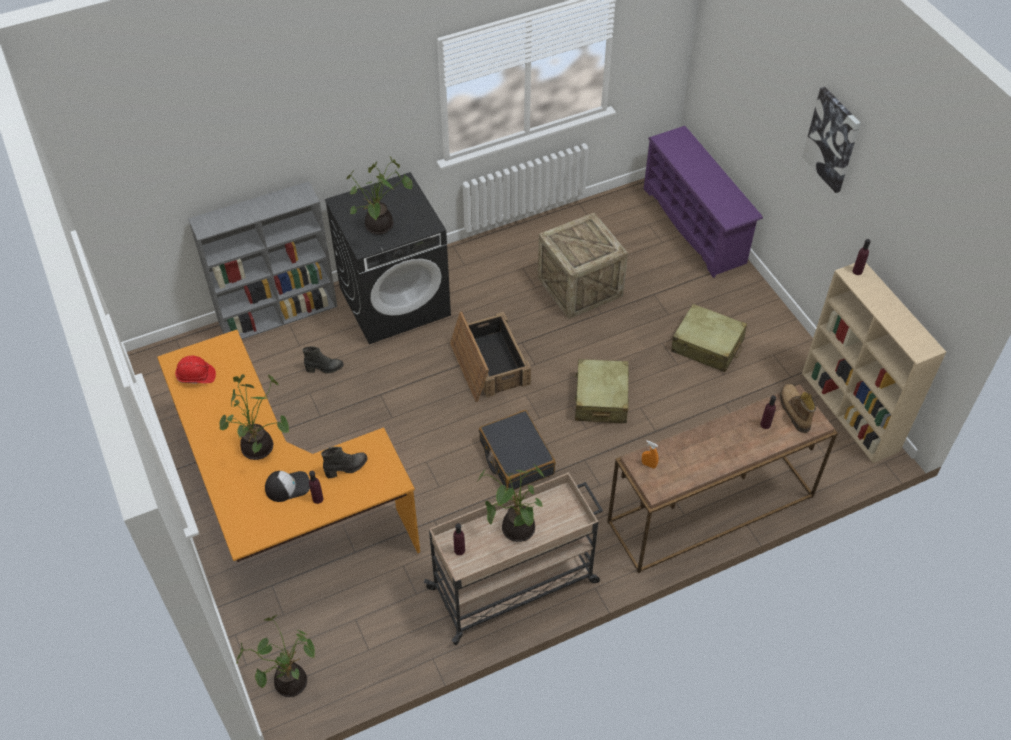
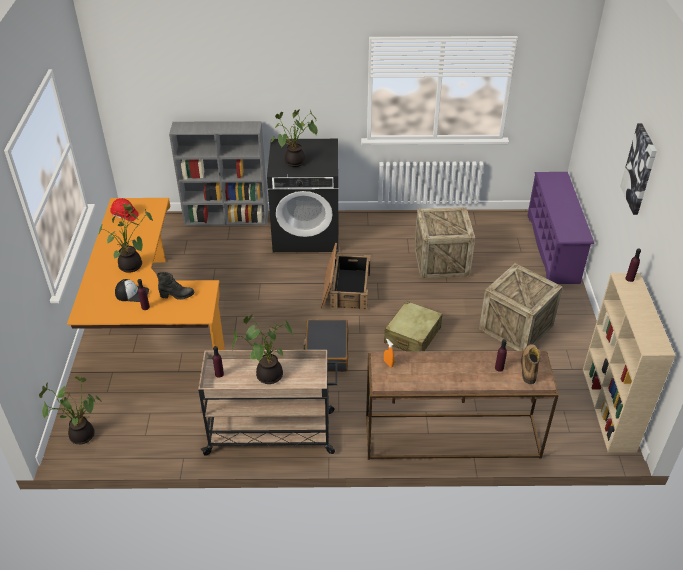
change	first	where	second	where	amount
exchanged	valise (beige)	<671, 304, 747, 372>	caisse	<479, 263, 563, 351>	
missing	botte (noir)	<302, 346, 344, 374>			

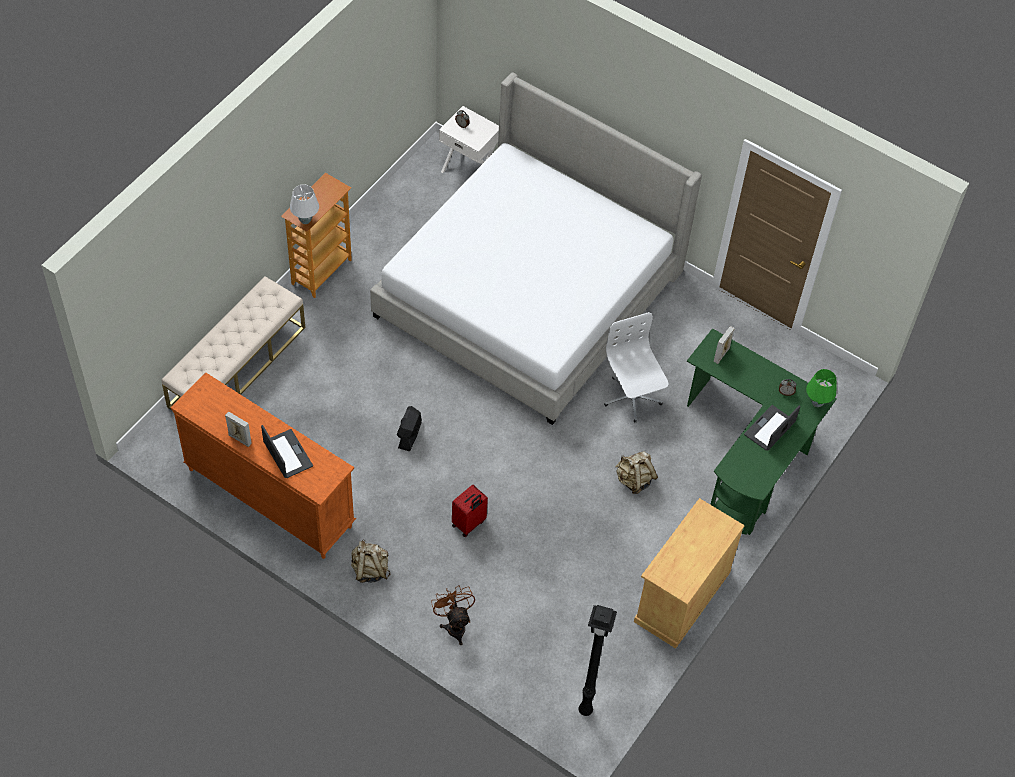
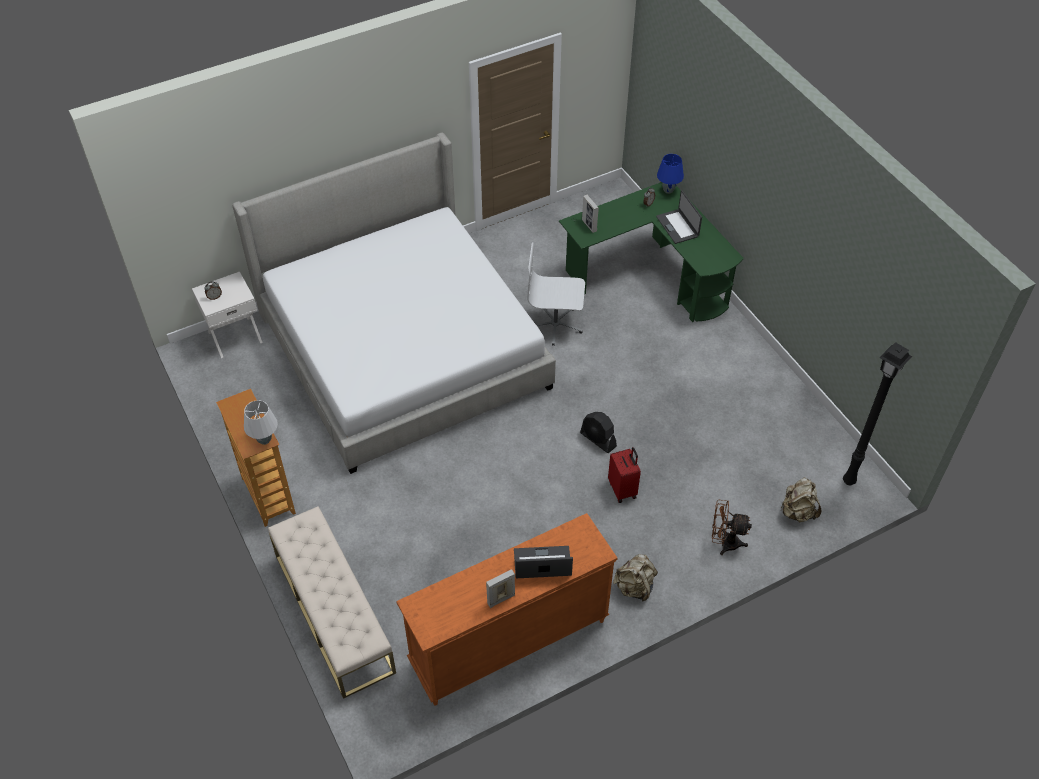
change	first	where	second	where	amount
relocated	ventilateur (noir)	<397, 406, 422, 451>		<580, 412, 617, 453>	
colour	lampe de table (vert)	<806, 369, 836, 407>	lampe de table (bleu)	<657, 154, 684, 194>	
relocated	sac à dos (beige)	<615, 451, 658, 494>		<780, 477, 821, 522>	
missing	meuble de rangement (beige)	<634, 498, 745, 649>			

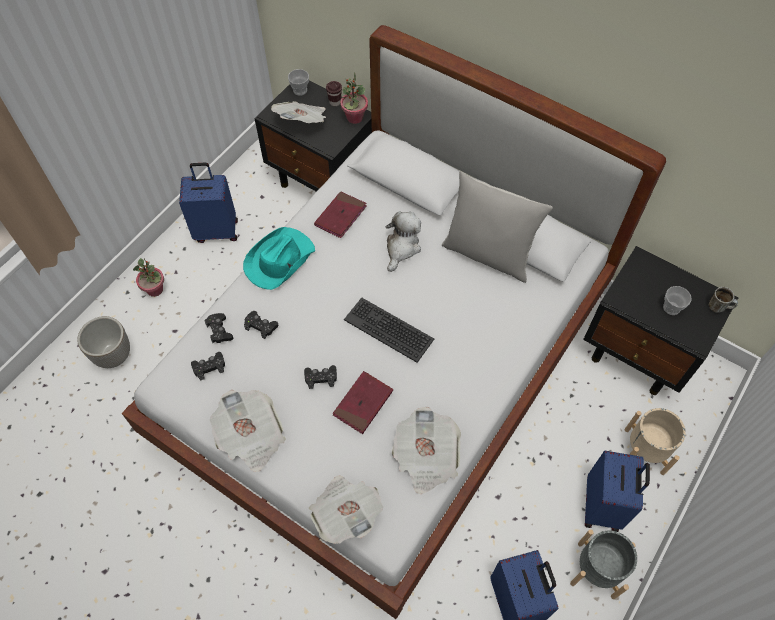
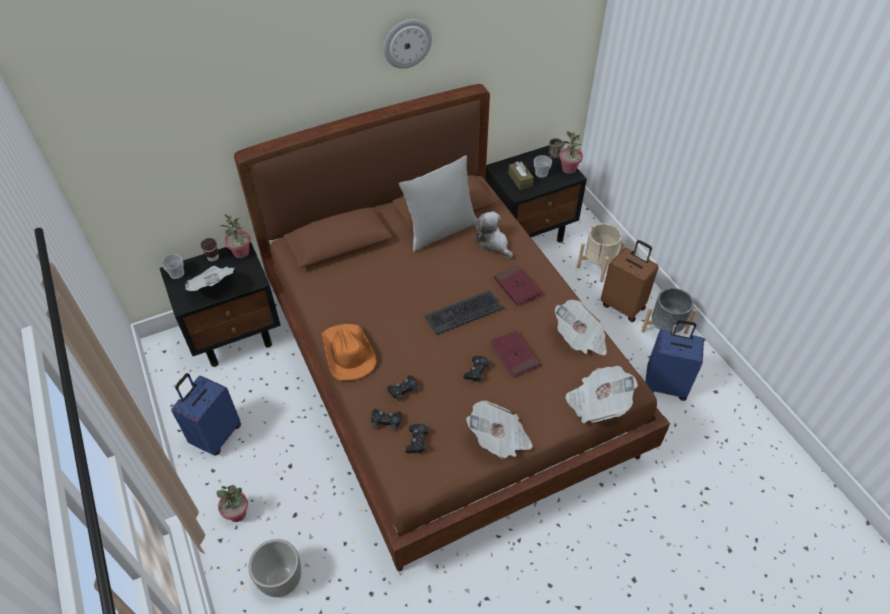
change	first	where	second	where	amount
colour	lit (blanc)	<122, 25, 666, 619>	lit (marron)	<234, 84, 670, 572>	
colour	chapeau (turquoise)	<243, 227, 315, 290>	chapeau (orange)	<321, 324, 377, 381>	
appeared			horloge murale	<384, 19, 432, 69>	
relocated	peluche	<385, 211, 421, 272>		<475, 211, 513, 258>	
relocated	livre (rouge)	<314, 191, 367, 238>		<494, 265, 541, 306>	
appeared			boîte à mouchoirs (marron)	<508, 161, 534, 190>	
appeared			plante en pot	<559, 131, 583, 174>	
colour	valise (bleu)	<585, 451, 650, 532>	valise (marron)	<601, 240, 659, 322>	

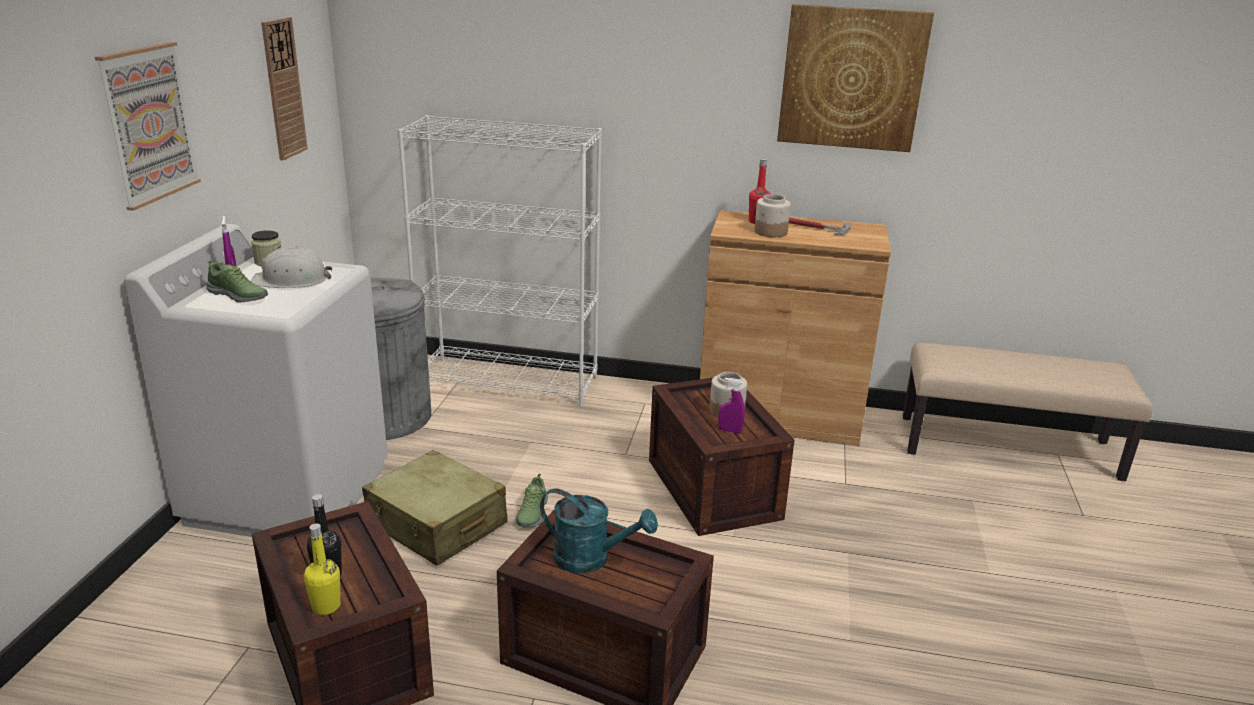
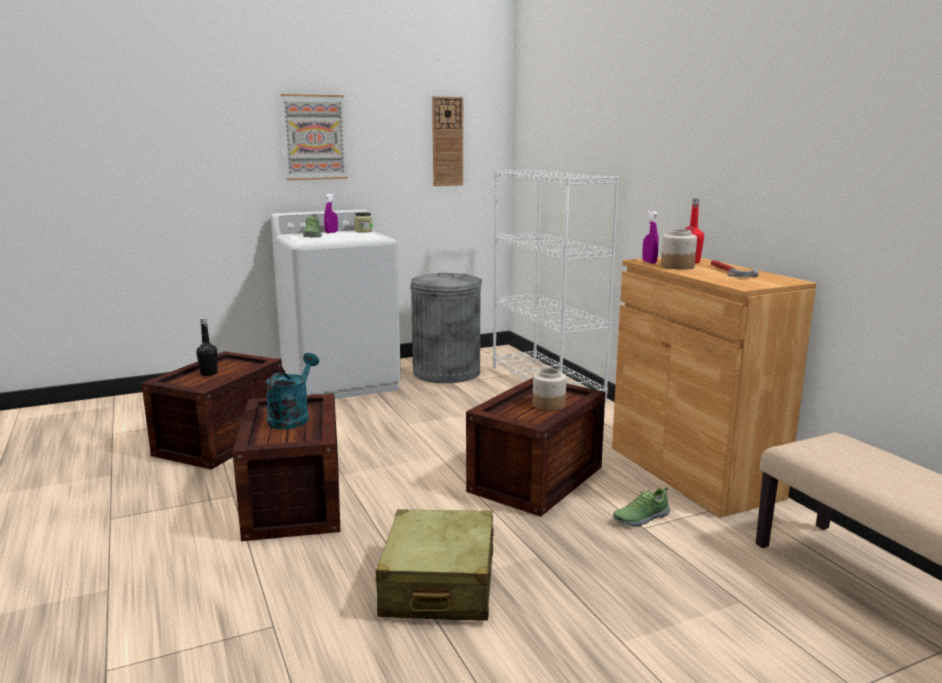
change	first	where	second	where	amount
spun	arrosoir (turquoise)	<540, 488, 658, 573>		<266, 353, 319, 429>	150 degrees counterclockwise
relocated	valise (beige)	<362, 450, 508, 566>		<376, 509, 494, 621>	
relocated	chaussure	<516, 474, 548, 528>		<613, 488, 670, 527>	
relocated	vaporisateur (violet)	<718, 378, 745, 433>		<642, 210, 659, 264>	
missing	casque de chantier (blanc)	<251, 246, 332, 288>			
missing	bouteille (jaune)	<304, 523, 341, 615>			
missing	tableau	<777, 4, 934, 152>			

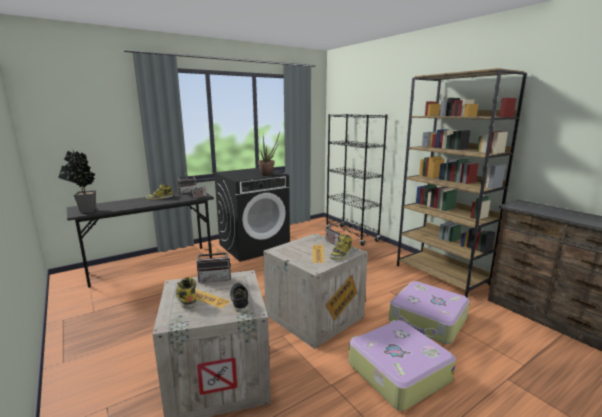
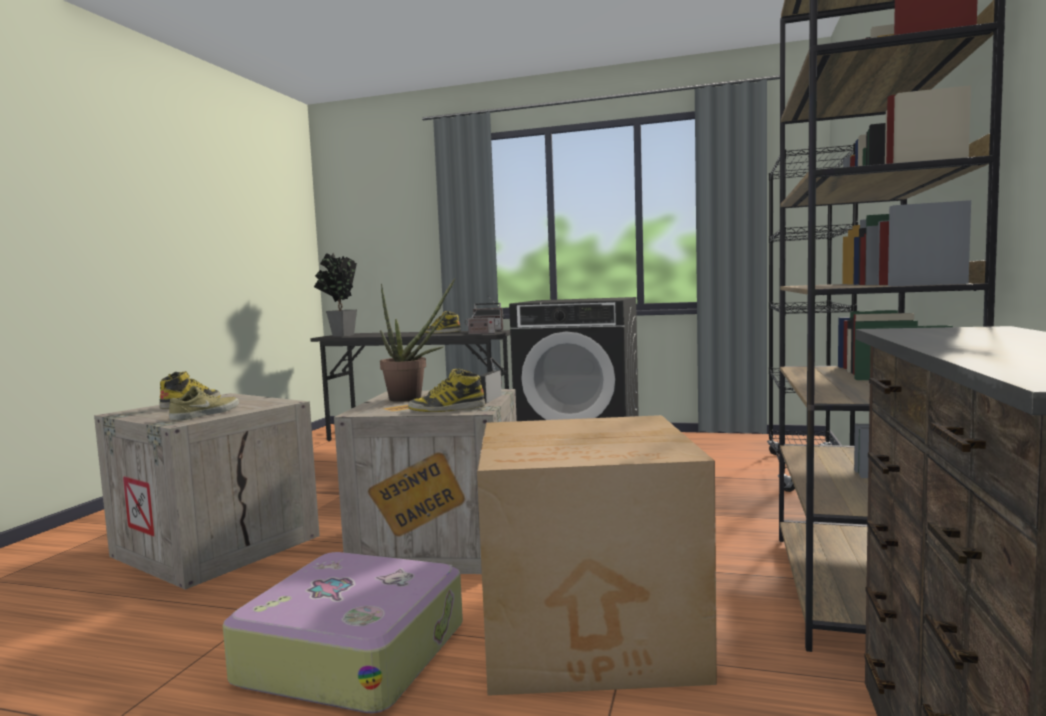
change	first	where	second	where	amount
colour	chaussure (noir)	<229, 283, 248, 312>	chaussure (beige)	<169, 386, 239, 420>	
relocated	plante en pot	<258, 131, 280, 176>		<380, 278, 455, 402>	
exchanged	valise	<389, 281, 470, 344>	carton	<477, 415, 717, 696>	
missing	radio	<196, 244, 231, 283>			

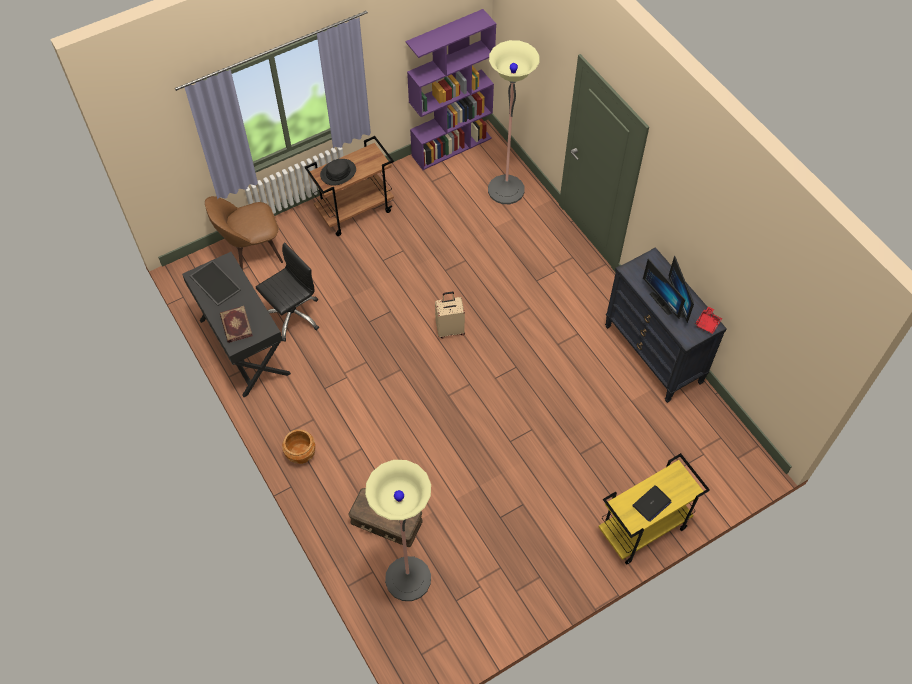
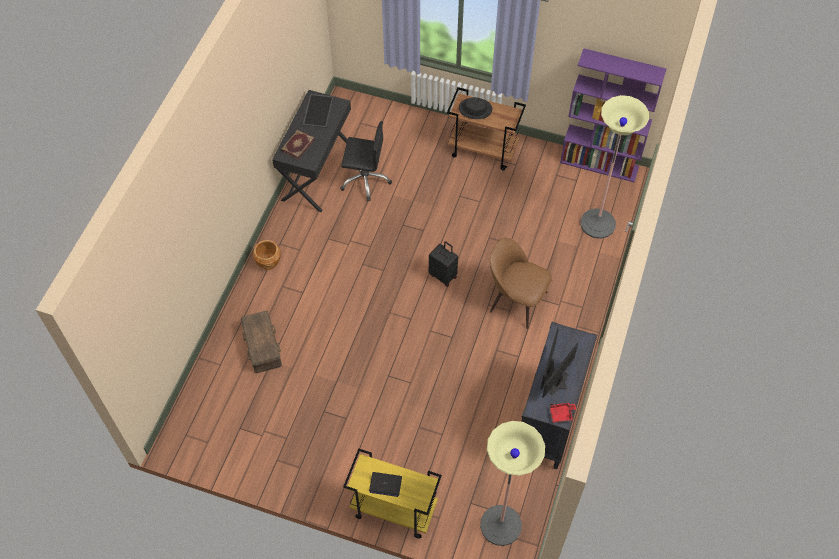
change	first	where	second	where	amount
colour	valise (beige)	<435, 292, 465, 338>	valise (noir)	<429, 241, 458, 287>	
relocated	lampadaire	<365, 460, 431, 601>		<480, 421, 545, 546>	
relocated	chaise (marron)	<205, 196, 283, 270>		<490, 238, 552, 329>	

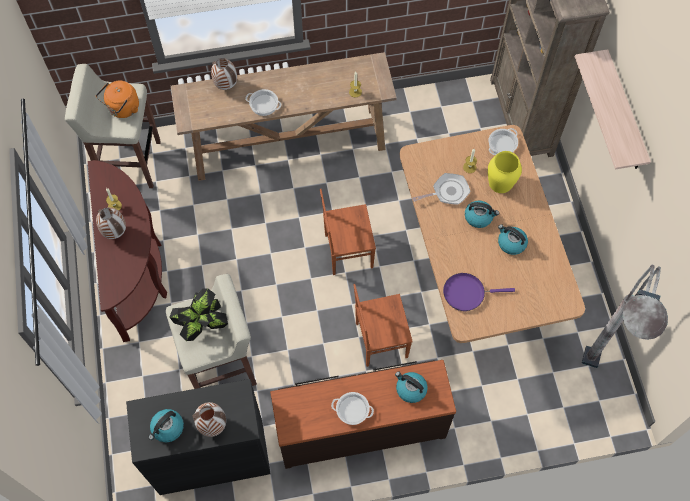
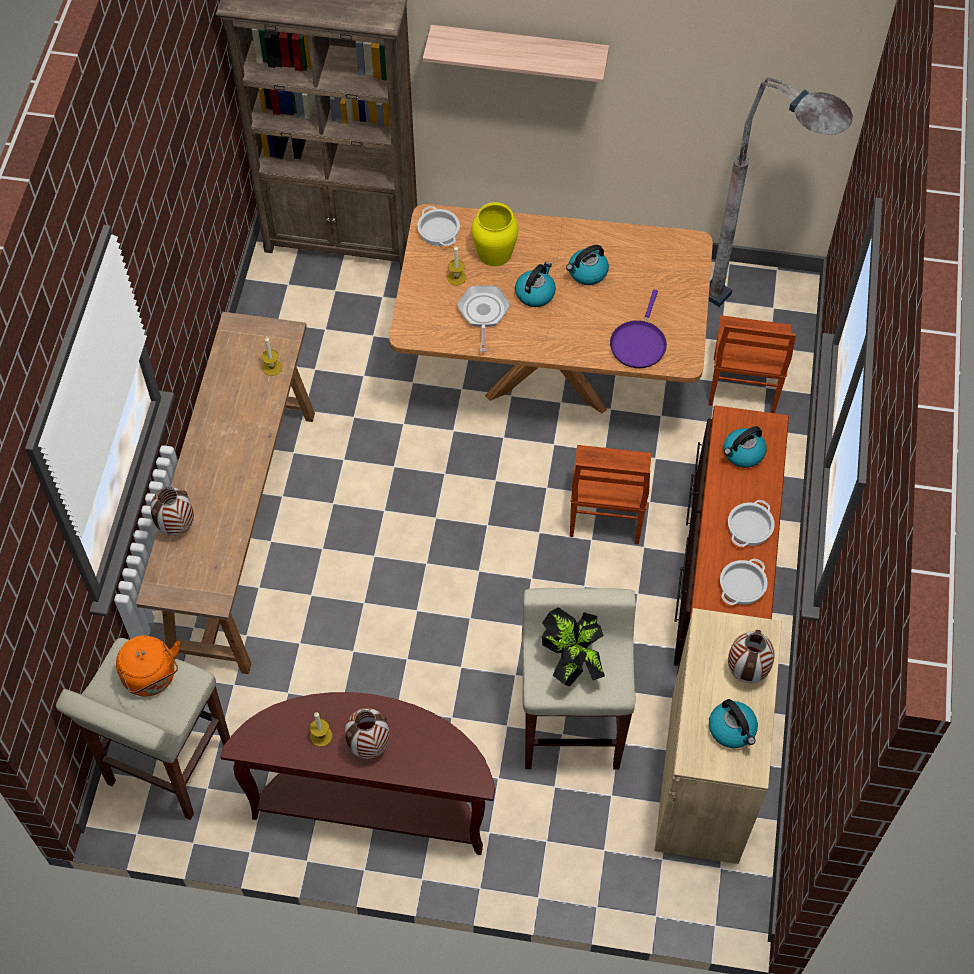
change	first	where	second	where	amount
colour	meuble de rangement (noir)	<126, 379, 271, 495>	meuble de rangement (beige)	<655, 608, 782, 864>	
relocated	chaise (marron)	<320, 189, 376, 275>		<709, 315, 796, 413>	
relocated	marmite	<245, 89, 281, 116>		<720, 558, 768, 605>	

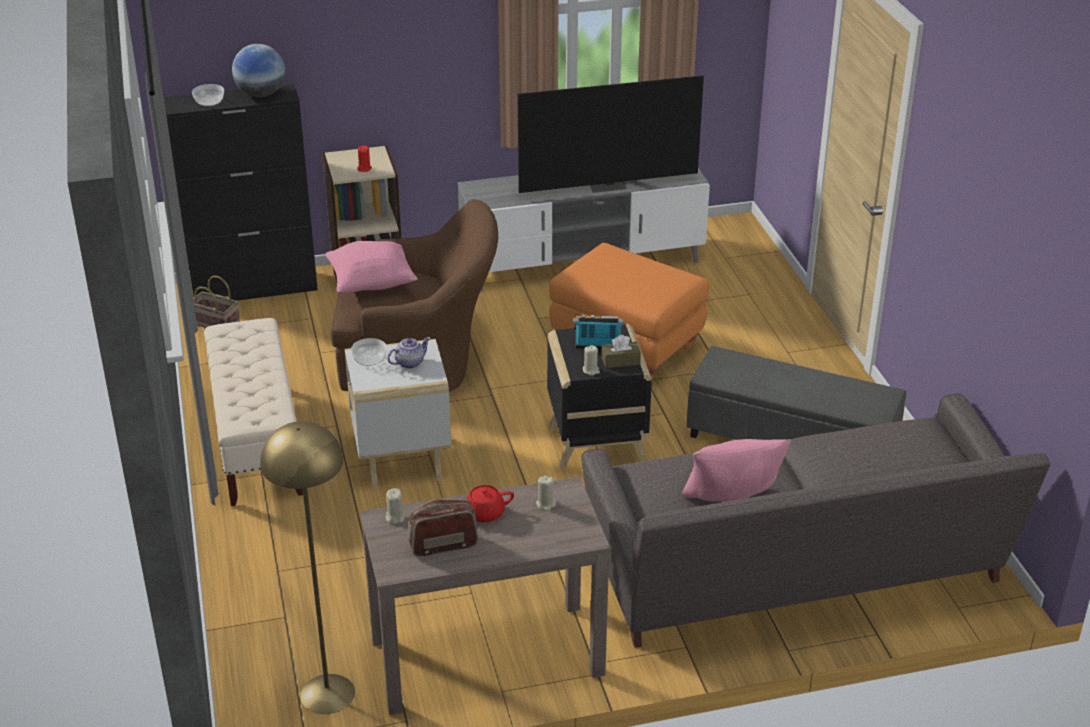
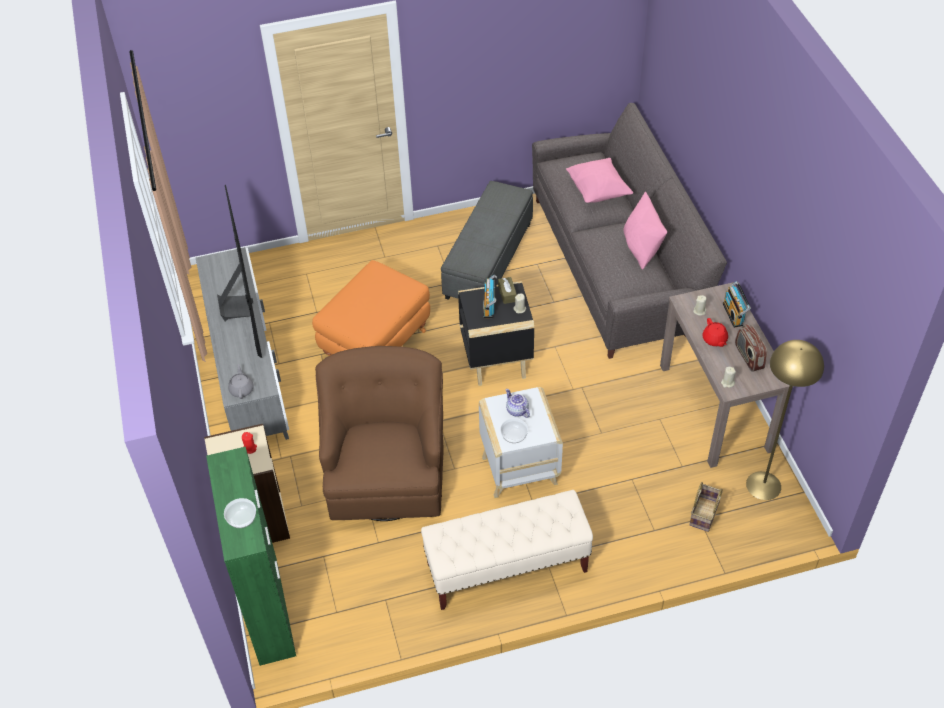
change	first	where	second	where	amount
colour	meuble de rangement (noir)	<164, 84, 318, 301>	meuble de rangement (vert)	<206, 447, 296, 666>	
appeared			théière (gris)	<228, 364, 254, 399>	
relocated	coussin (rose)	<325, 241, 418, 292>		<566, 158, 633, 203>	
relocated	panier	<193, 276, 240, 328>		<689, 482, 723, 532>	
appeared			radio	<723, 281, 751, 328>	
missing	globe	<232, 44, 285, 97>			

